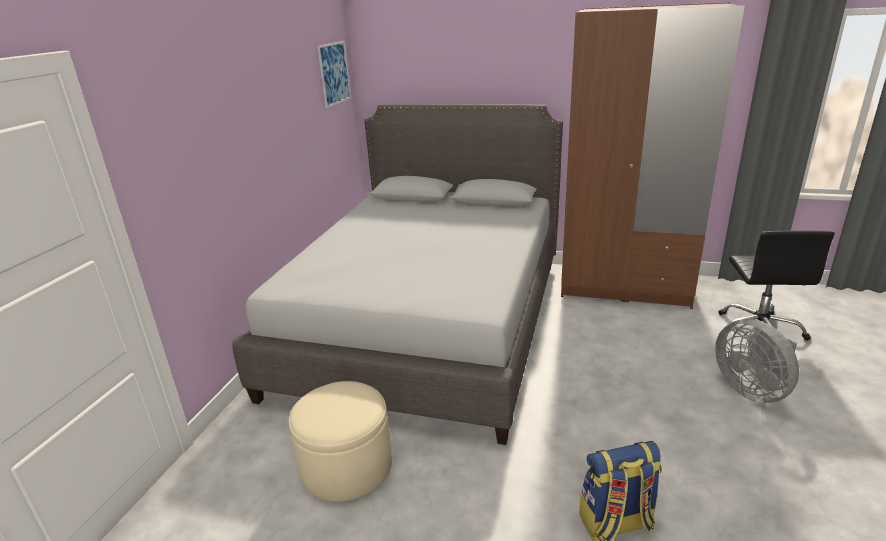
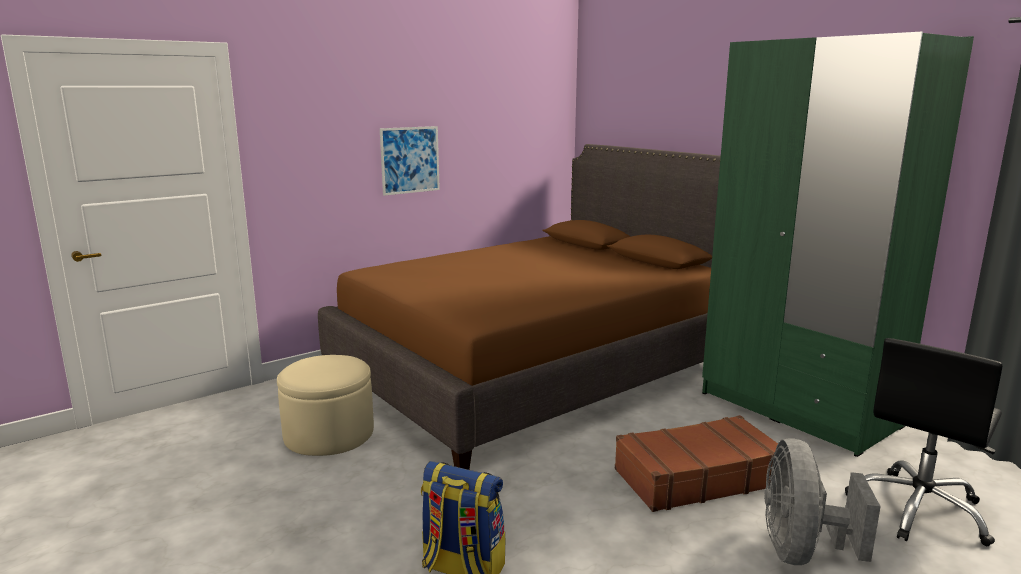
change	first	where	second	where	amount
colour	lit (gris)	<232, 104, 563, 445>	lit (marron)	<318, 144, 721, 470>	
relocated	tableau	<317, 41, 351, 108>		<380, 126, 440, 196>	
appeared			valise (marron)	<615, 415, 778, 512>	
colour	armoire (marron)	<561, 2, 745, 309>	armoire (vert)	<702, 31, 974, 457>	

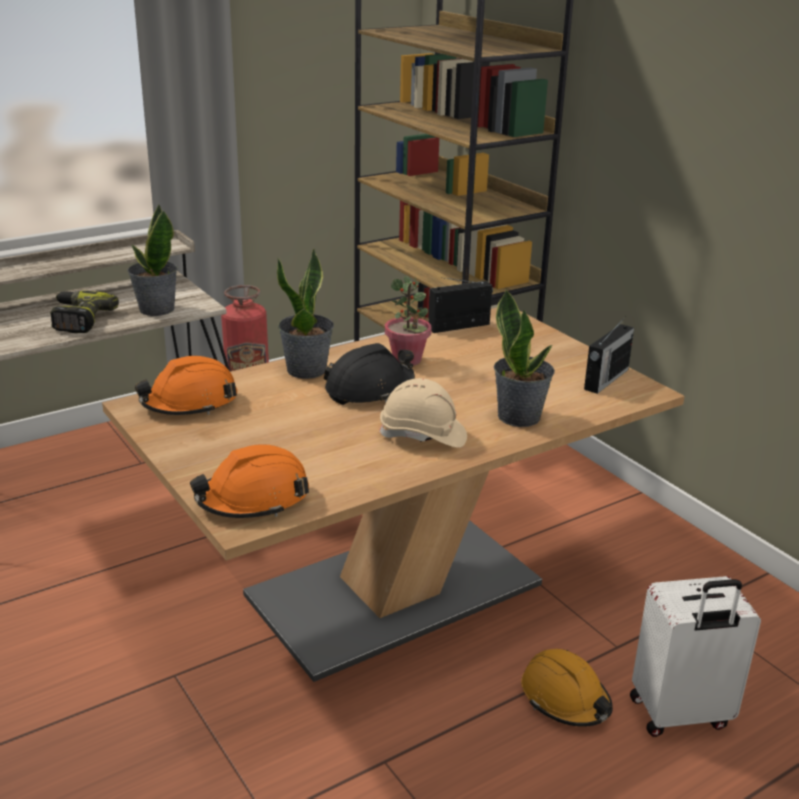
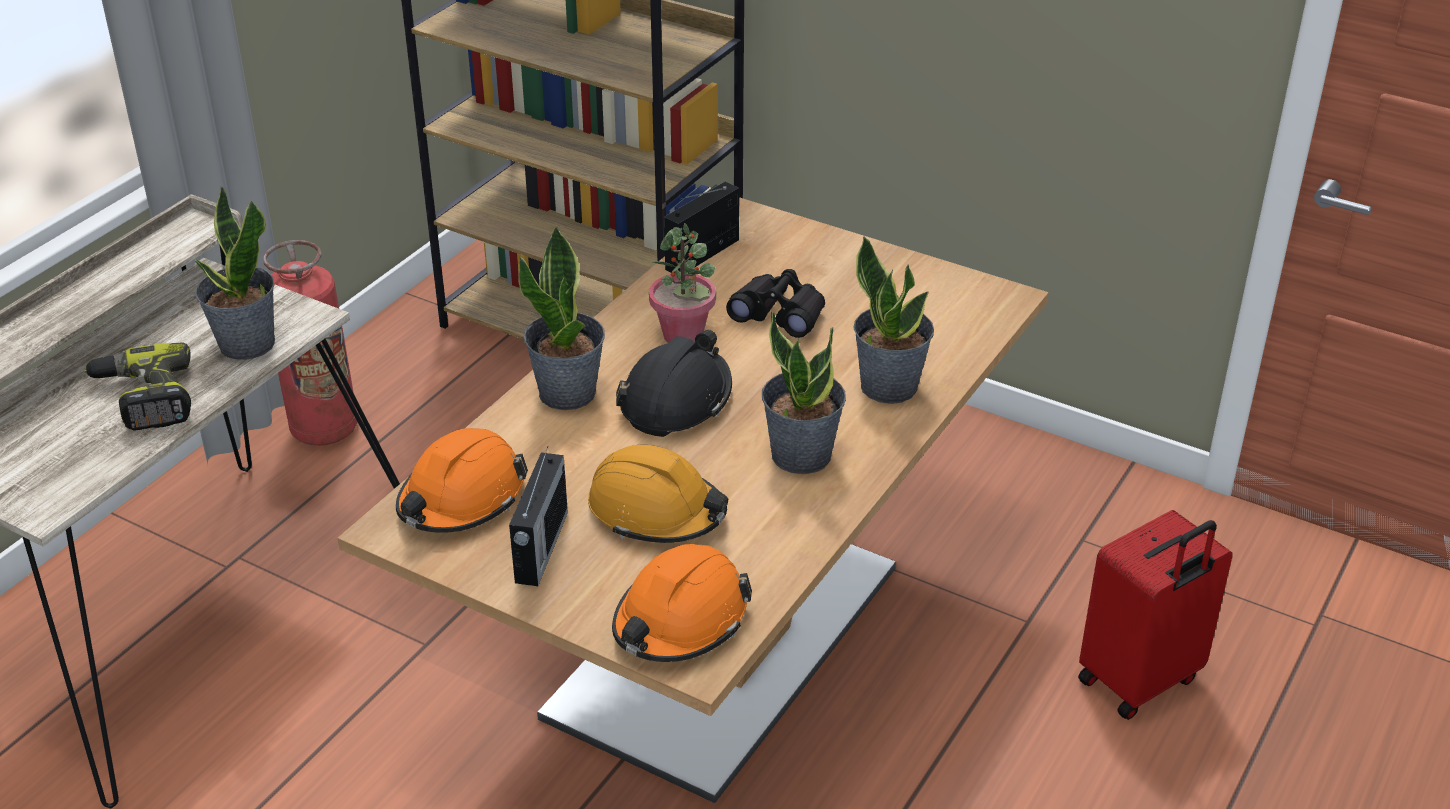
change	first	where	second	where	amount
relocated	radio	<584, 316, 634, 394>		<509, 446, 568, 586>	
relocated	casque de chantier (orange)	<521, 649, 613, 727>		<588, 445, 728, 543>	
appeared			jumelles (noir)	<726, 269, 825, 338>	
exchanged	casque de chantier (beige)	<379, 378, 467, 448>	plante en pot	<762, 311, 846, 474>	
colour	valise (blanc)	<630, 576, 761, 737>	valise (rouge)	<1078, 510, 1233, 720>	

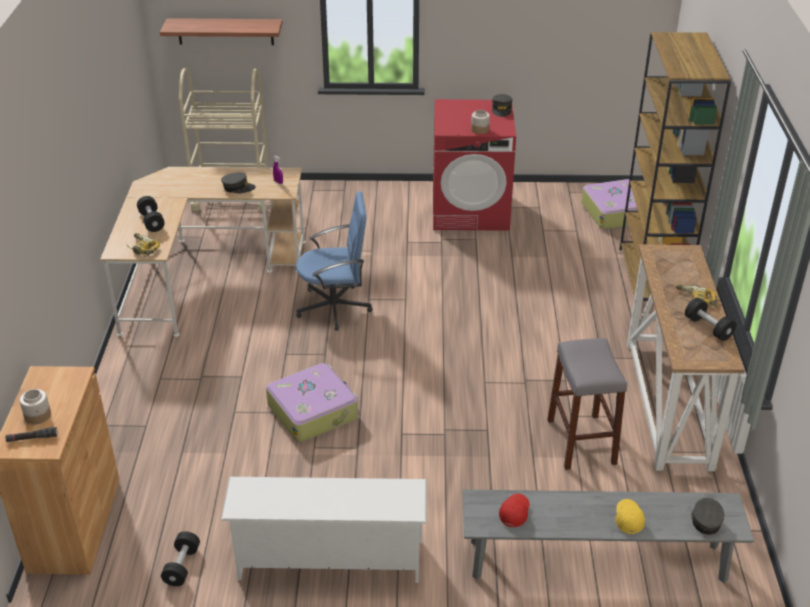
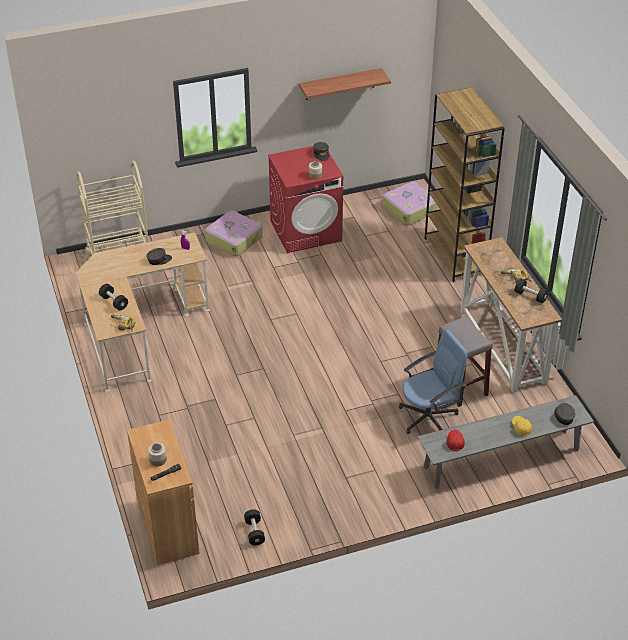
change	first	where	second	where	amount
relocated	valise	<266, 363, 358, 442>		<205, 210, 263, 256>	
relocated	étagère	<160, 18, 283, 45>		<299, 68, 391, 100>	
relocated	chaise de bureau (bleu)	<296, 192, 373, 331>		<399, 329, 467, 434>	
missing	étagère à chaussures (blanc)	<221, 477, 427, 583>			

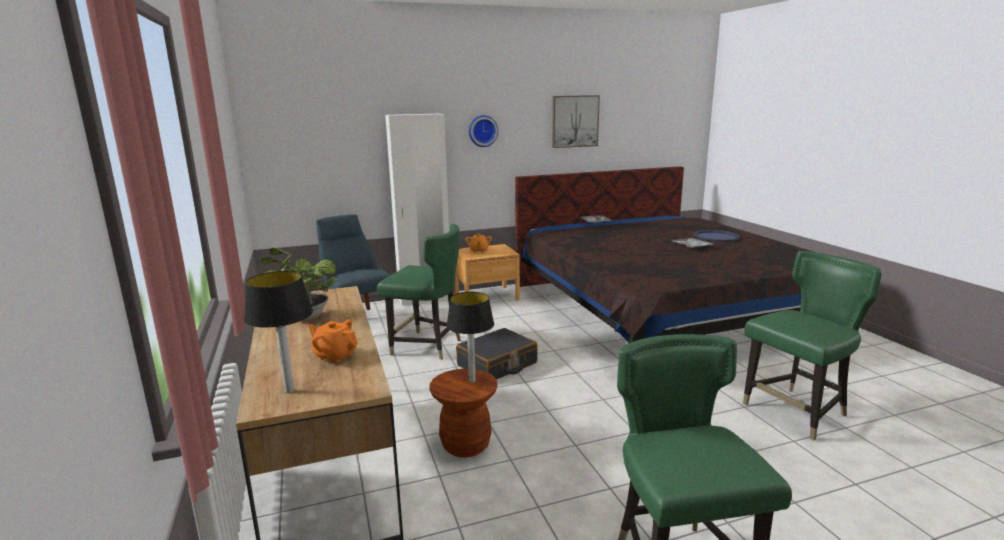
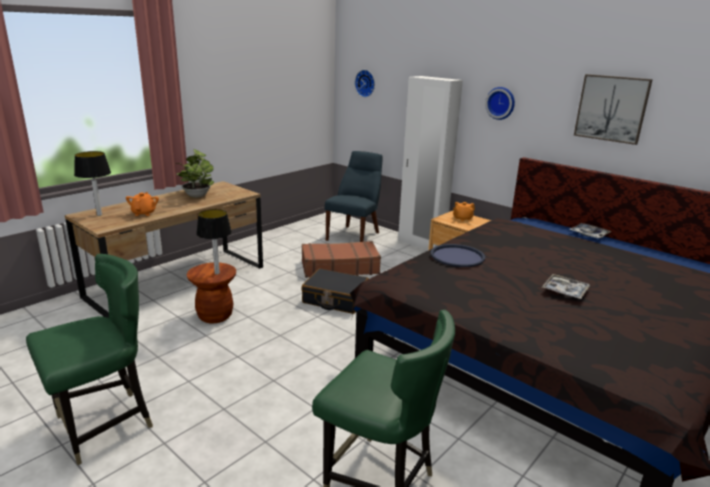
change	first	where	second	where	amount
exchanged	chaise (vert)	<377, 224, 461, 360>	valise (marron)	<302, 241, 381, 278>	
appeared			horloge murale	<355, 70, 375, 97>	
relocated	plateau (bleu)	<693, 230, 740, 242>		<431, 244, 485, 267>	

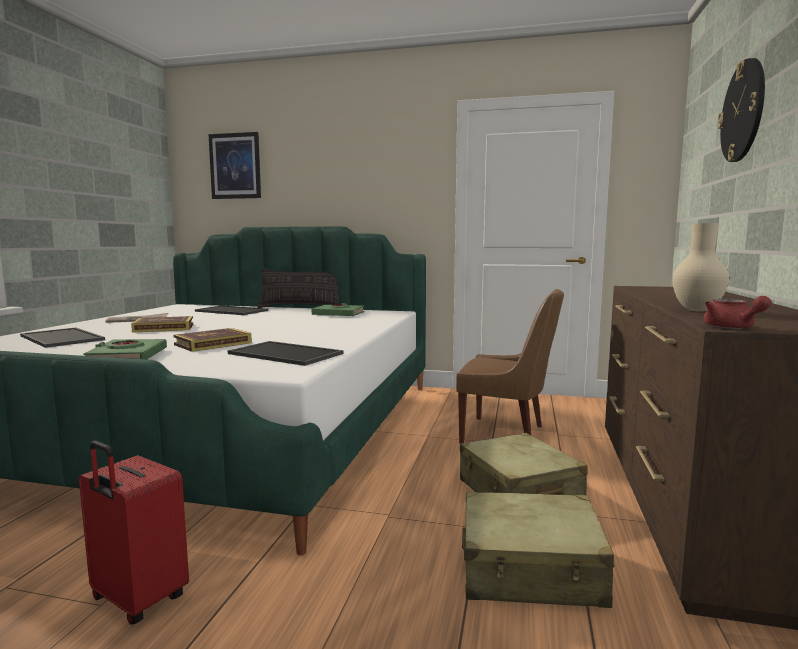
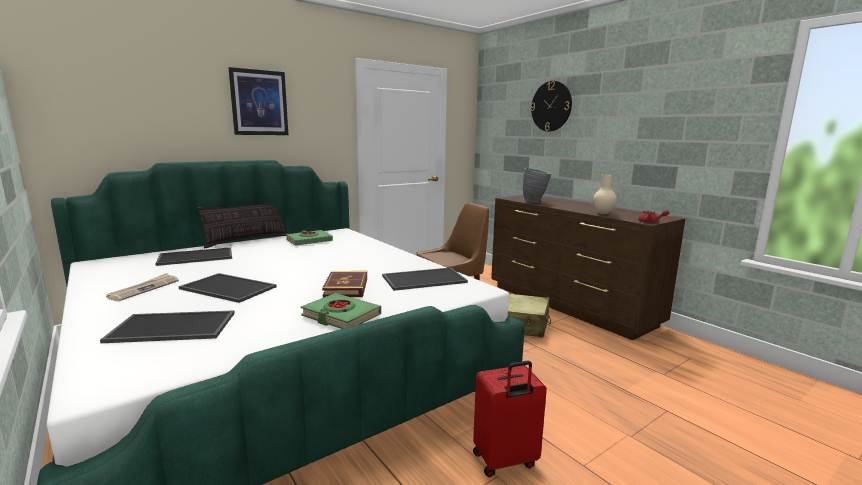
change	first	where	second	where	amount
exchanged	livre	<131, 316, 193, 333>	plateau	<179, 273, 277, 303>	
relocated	tableau	<208, 132, 261, 199>		<229, 67, 288, 135>	
appeared			vase (gris)	<523, 168, 551, 203>	
missing	valise (beige)	<462, 492, 615, 608>			

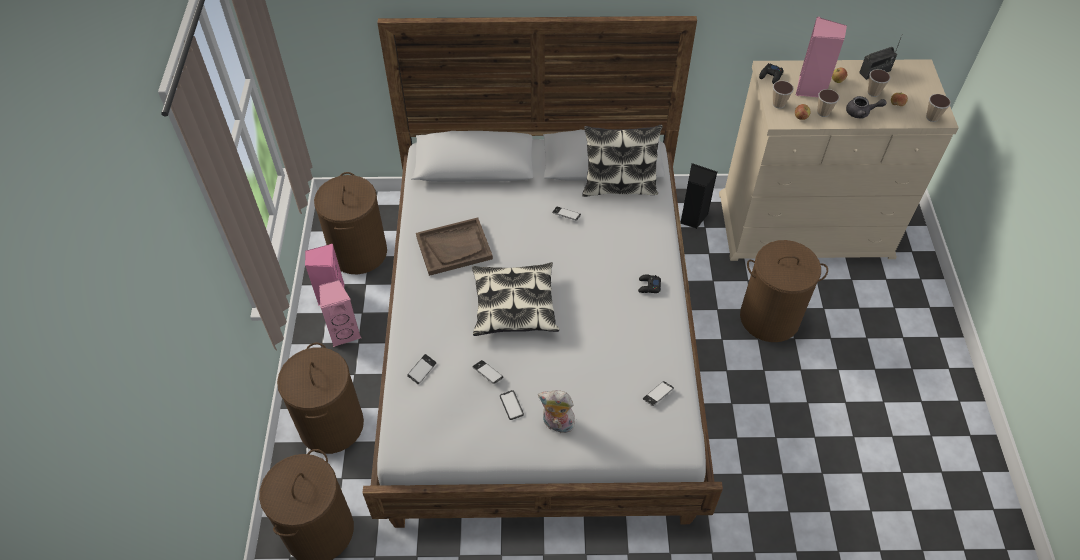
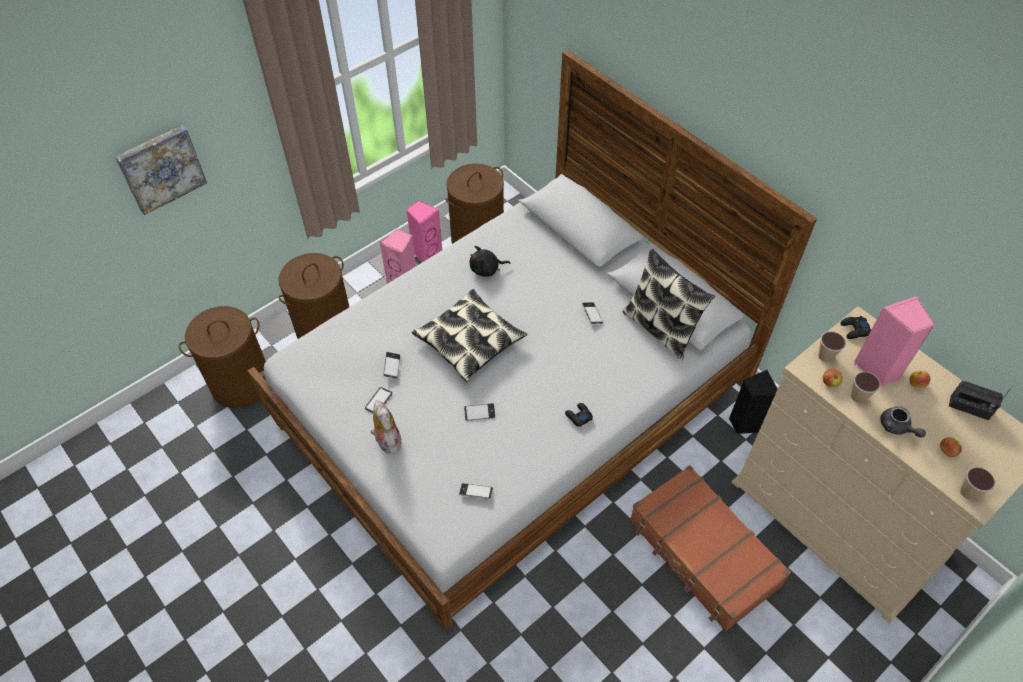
change	first	where	second	where	amount
appeared			tableau	<115, 125, 207, 215>	
relocated	téléphone	<407, 354, 436, 384>		<464, 403, 495, 421>	
exchanged	plateau (marron)	<416, 217, 493, 276>	peluche (noir)	<469, 246, 511, 277>	
exchanged	panier à linge (marron)	<740, 240, 828, 342>	valise (marron)	<630, 465, 791, 632>	
missing	tasse	<868, 69, 891, 97>			

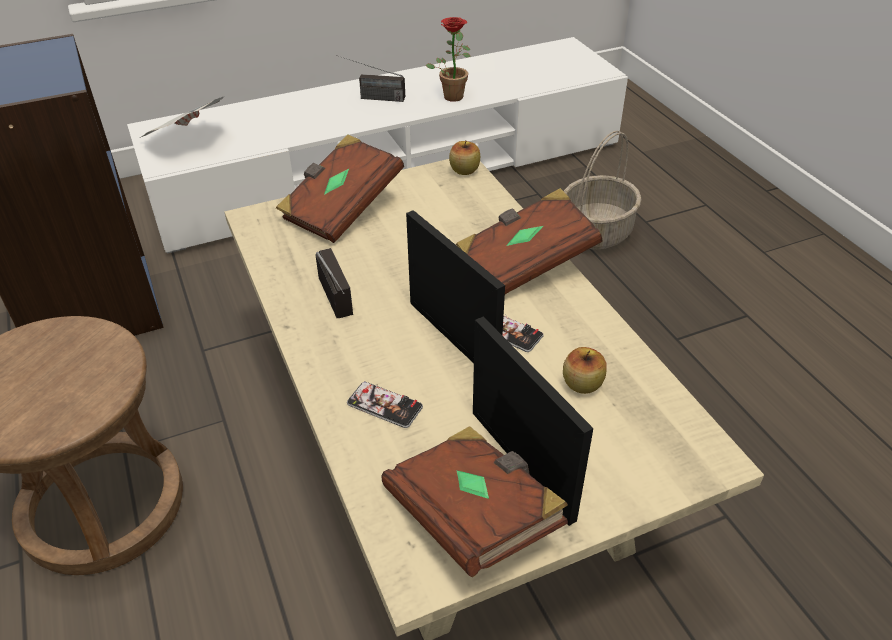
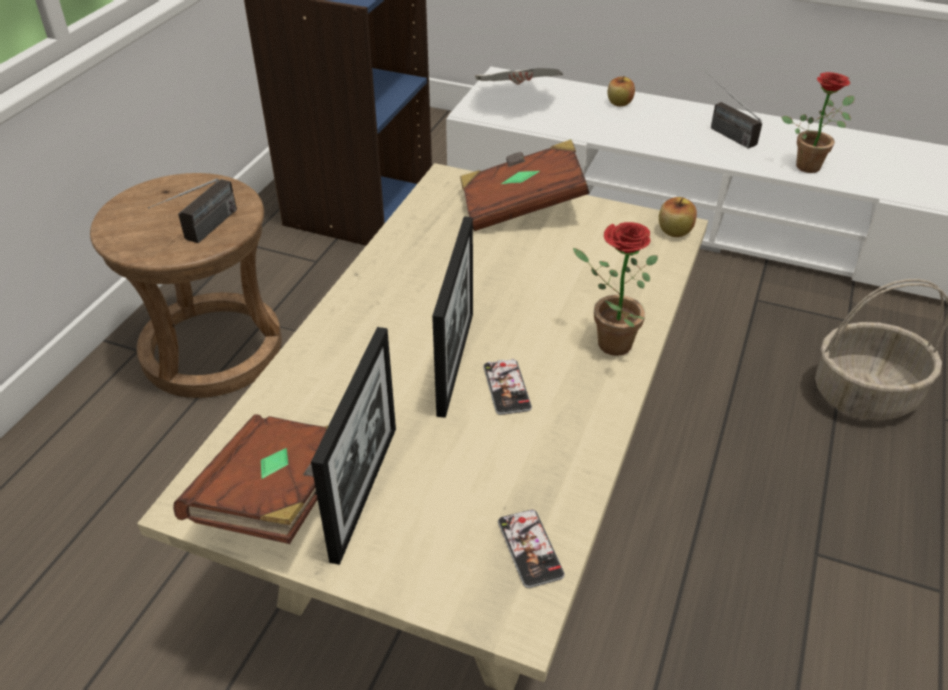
change	first	where	second	where	amount
relocated	radio	<315, 248, 353, 318>		<148, 179, 237, 243>	
relocated	téléphone	<347, 381, 423, 428>		<498, 510, 565, 588>	
exchanged	livre (marron)	<456, 188, 602, 294>	plante en pot	<573, 222, 658, 356>	
relocated	pomme	<563, 347, 607, 394>		<608, 76, 635, 107>	

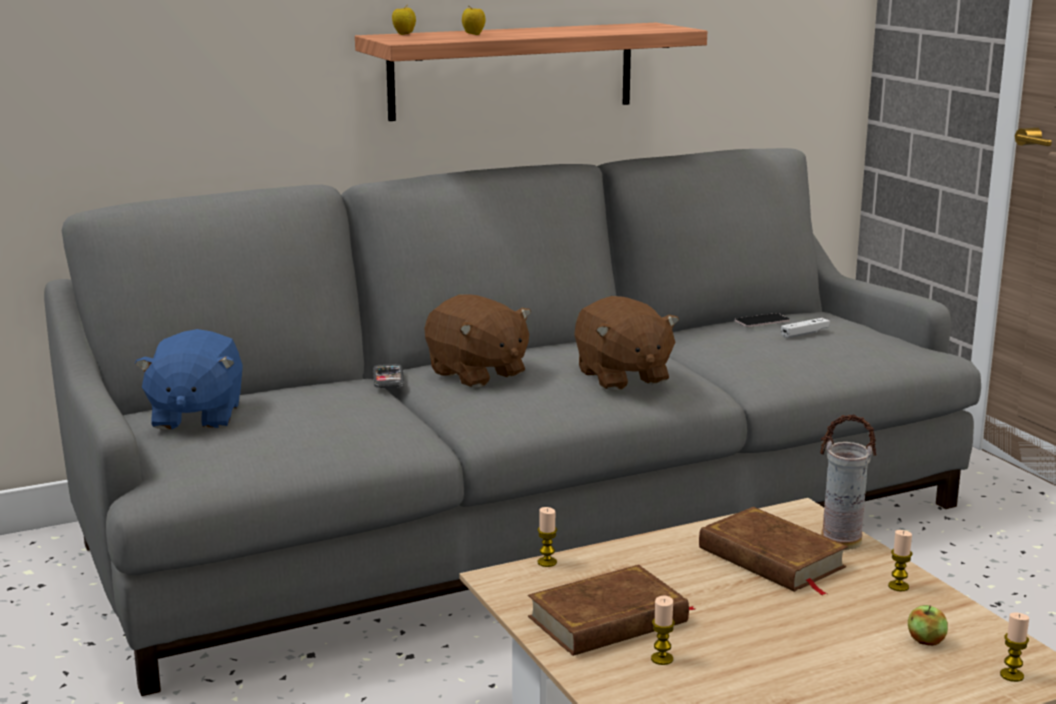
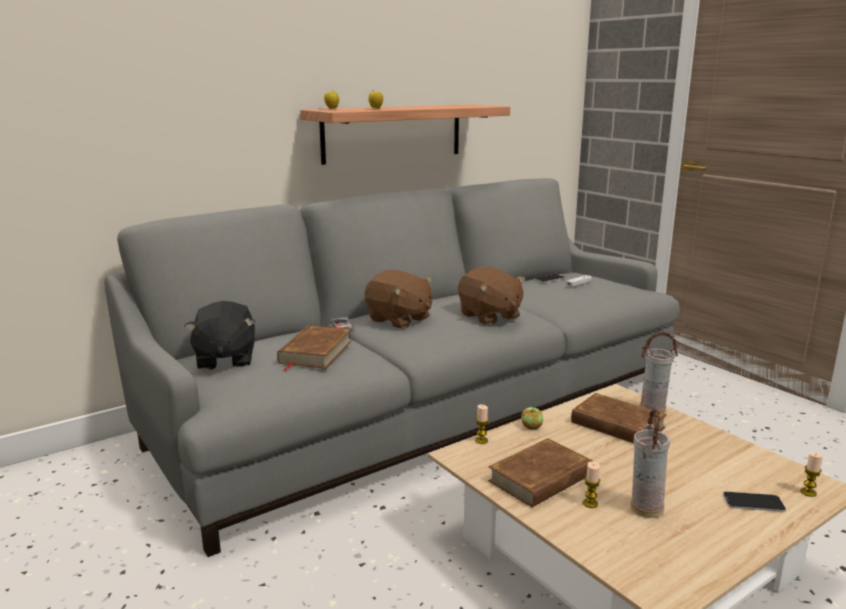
change	first	where	second	where	amount
colour	peluche (bleu)	<135, 329, 243, 430>	peluche (noir)	<185, 301, 255, 370>	
appeared			livre (marron)	<277, 325, 352, 371>	
relocated	pomme	<908, 605, 948, 646>		<521, 407, 543, 430>	
appeared			vase	<630, 408, 670, 518>	
appeared			téléphone	<723, 491, 786, 512>	
missing	bougie	<888, 530, 912, 591>			

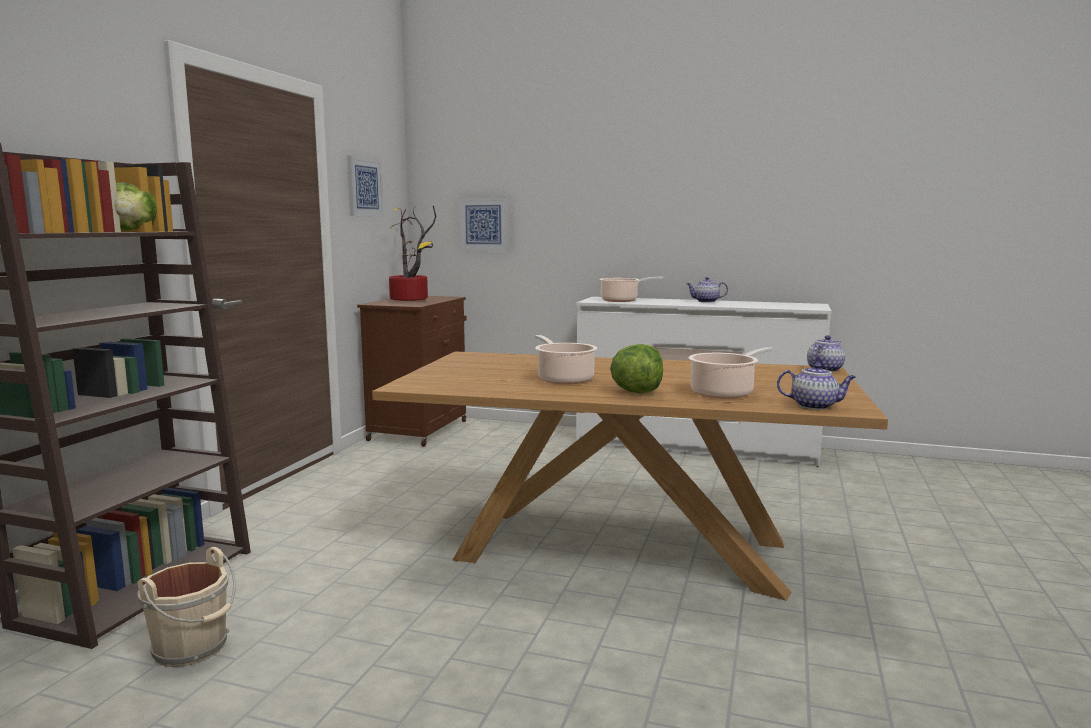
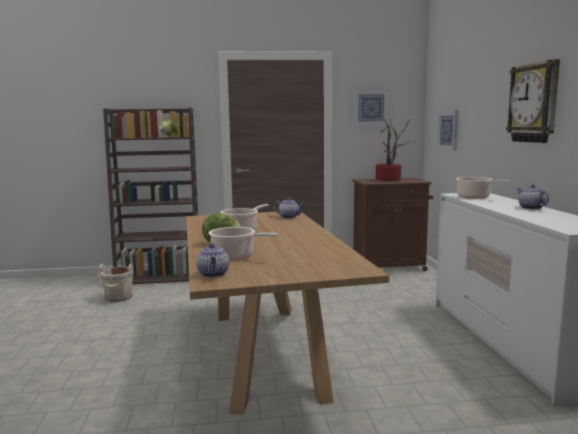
change	first	where	second	where	amount
relocated	théière	<807, 335, 845, 372>		<273, 198, 305, 218>	
appeared			horloge murale	<506, 59, 560, 143>	

